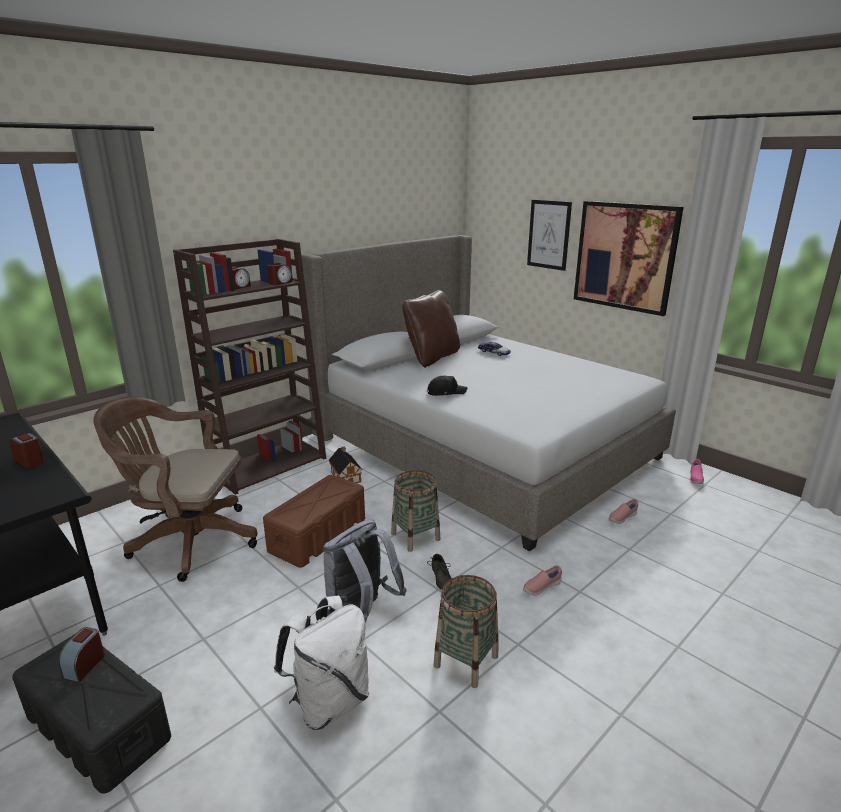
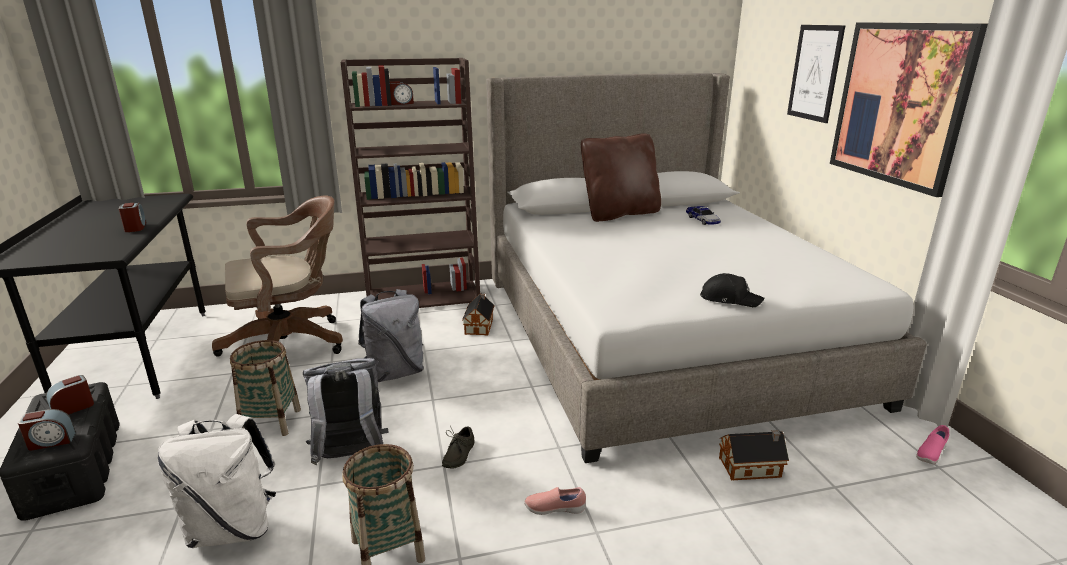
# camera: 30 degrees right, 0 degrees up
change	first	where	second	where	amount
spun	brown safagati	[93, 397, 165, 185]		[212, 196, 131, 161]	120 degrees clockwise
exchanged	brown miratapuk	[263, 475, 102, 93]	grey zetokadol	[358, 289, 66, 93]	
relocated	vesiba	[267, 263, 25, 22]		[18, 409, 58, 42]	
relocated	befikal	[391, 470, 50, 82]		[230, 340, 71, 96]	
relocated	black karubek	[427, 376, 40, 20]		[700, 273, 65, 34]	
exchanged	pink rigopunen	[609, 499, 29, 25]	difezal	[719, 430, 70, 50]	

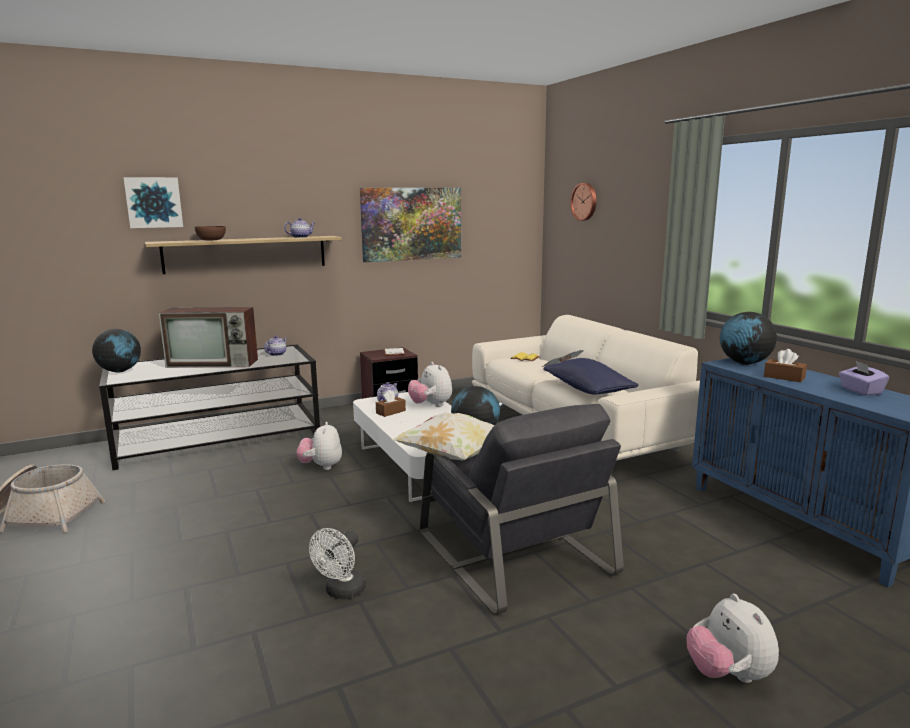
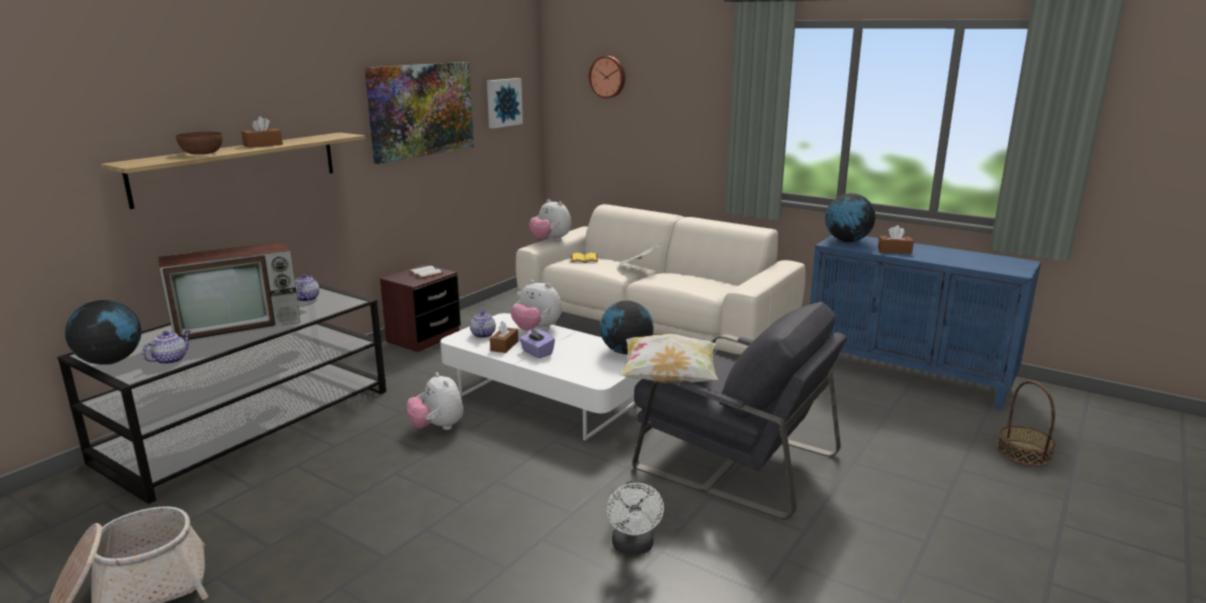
# camera: 30 degrees left, 5 degrees up
change	first	where	second	where	amount
relocated	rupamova	[123, 177, 60, 51]		[487, 78, 36, 51]	
relocated	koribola	[284, 218, 31, 20]		[142, 330, 49, 34]	
missing	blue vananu	[543, 358, 96, 36]			
relocated	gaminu	[686, 594, 93, 89]		[529, 199, 42, 42]	
relocated	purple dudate	[839, 361, 50, 35]		[519, 328, 36, 30]	
appeared			brown dudate	[241, 116, 42, 32]	
appeared			befikal	[997, 381, 58, 85]	

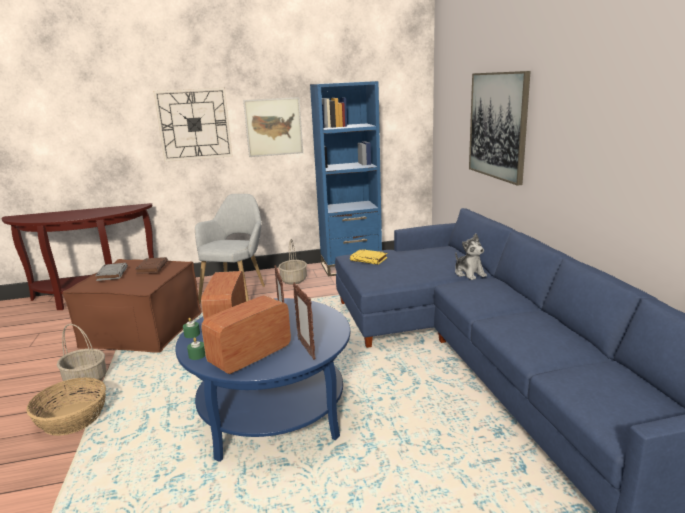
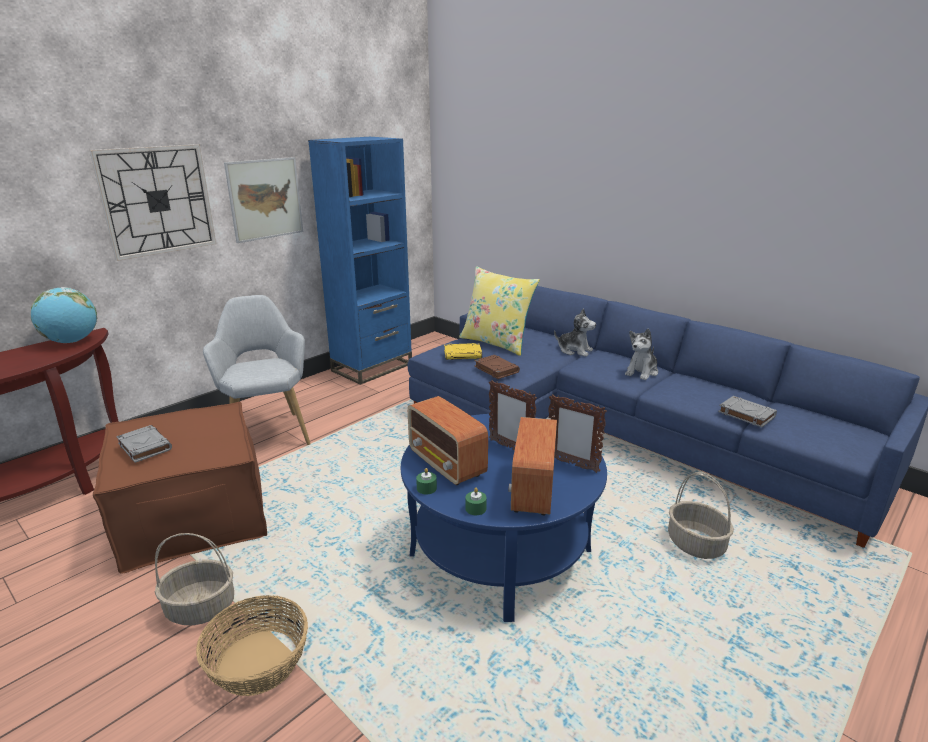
# camera: 35 degrees left, 5 degrees up
change	first	where	second	where	amount
relocated	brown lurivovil	[135, 257, 33, 17]		[475, 355, 45, 24]	
relocated	befikal	[279, 239, 28, 46]		[668, 472, 66, 87]	
missing	rupamova	[469, 71, 62, 115]			
appeared			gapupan	[31, 287, 66, 56]	
appeared			yellow vananu	[459, 266, 81, 90]	
appeared			gaminu	[625, 328, 33, 52]	
appeared			grey lurivovil	[718, 396, 59, 31]	

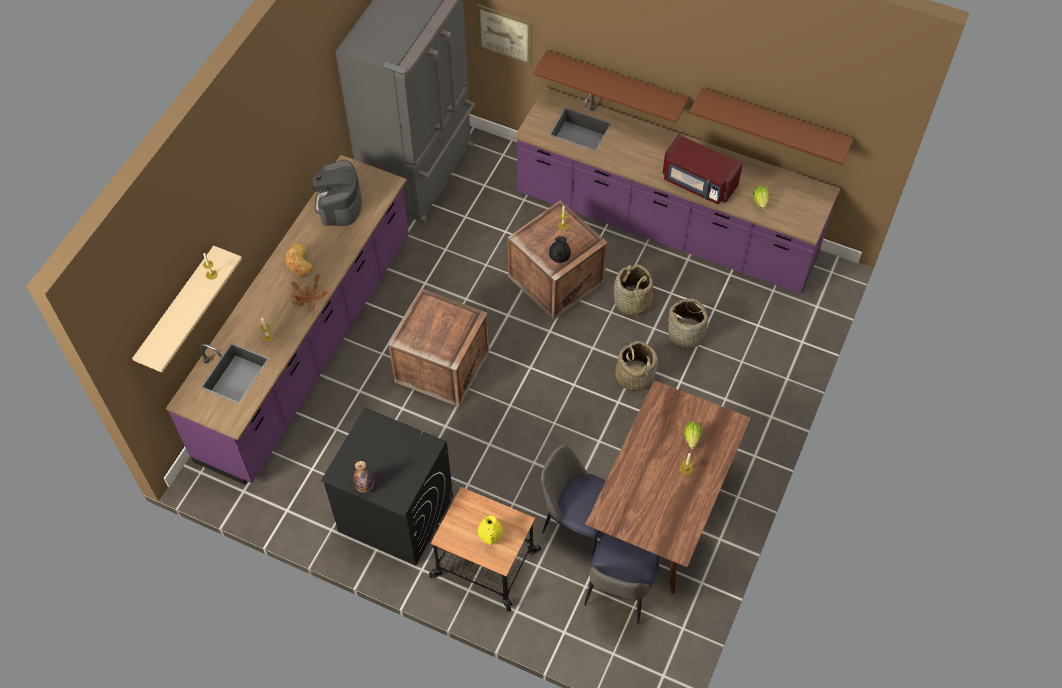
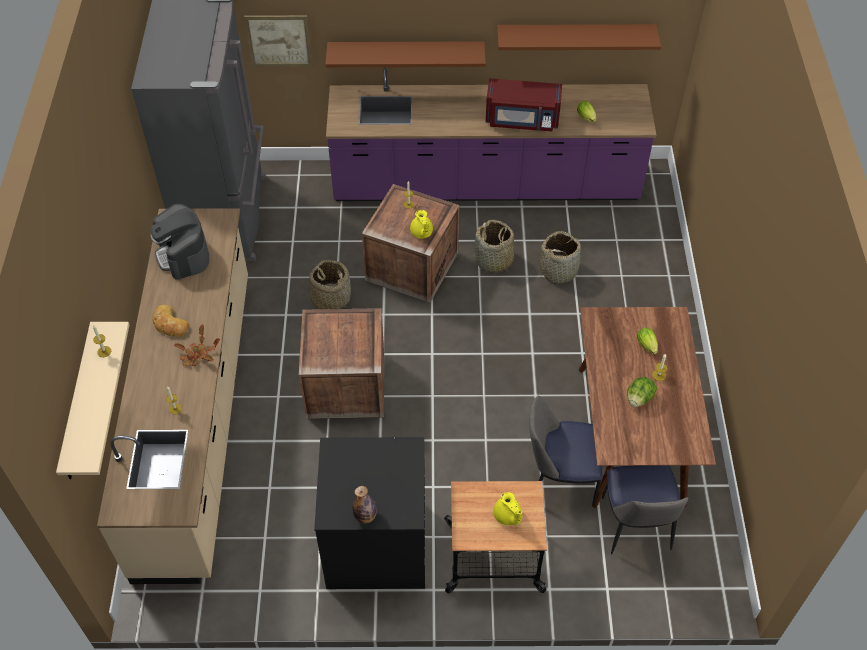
# camera: 25 degrees left, 5 degrees down
change	first	where	second	where	amount
colour	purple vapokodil	[166, 155, 243, 330]	beige vapokodil	[97, 208, 151, 376]	
colour	black koribola	[549, 236, 22, 27]	yellow koribola	[410, 210, 23, 29]	
relocated	befikal	[615, 341, 43, 51]		[309, 260, 42, 49]	
appeared			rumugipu	[627, 377, 30, 30]	

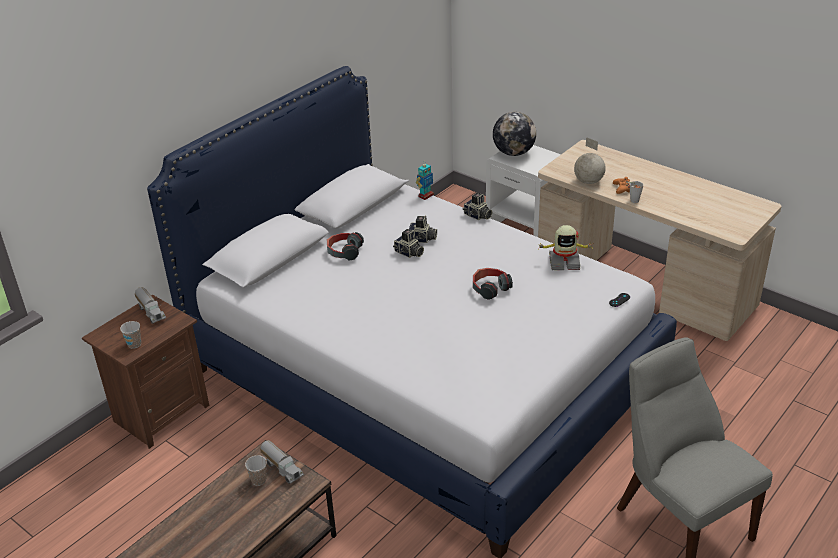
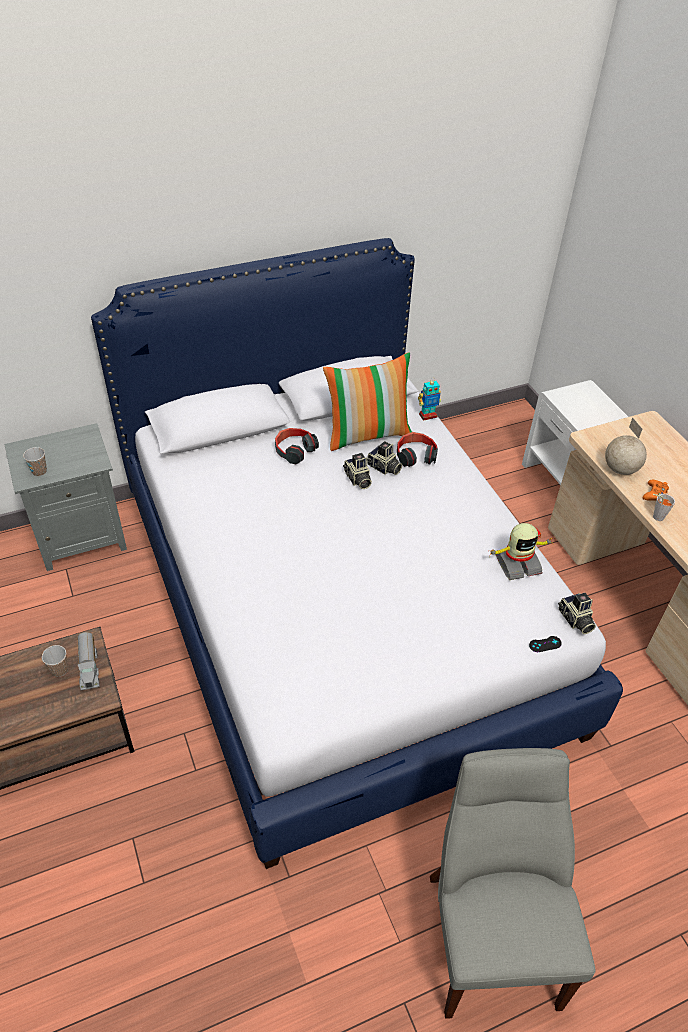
# camera: 25 degrees right, 10 degrees up
change	first	where	second	where	amount
colour	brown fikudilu	[82, 295, 127, 154]	grey fikudilu	[4, 423, 123, 148]	
missing	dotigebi	[135, 287, 31, 37]			
relocated	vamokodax	[463, 193, 29, 27]		[558, 593, 38, 41]	
relocated	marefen	[473, 268, 40, 32]		[397, 432, 41, 35]	
missing	gapupan	[493, 112, 43, 44]			
spun	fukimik	[537, 225, 56, 45]		[489, 523, 65, 57]	45 degrees counterclockwise
appeared			vananu	[323, 352, 89, 99]	

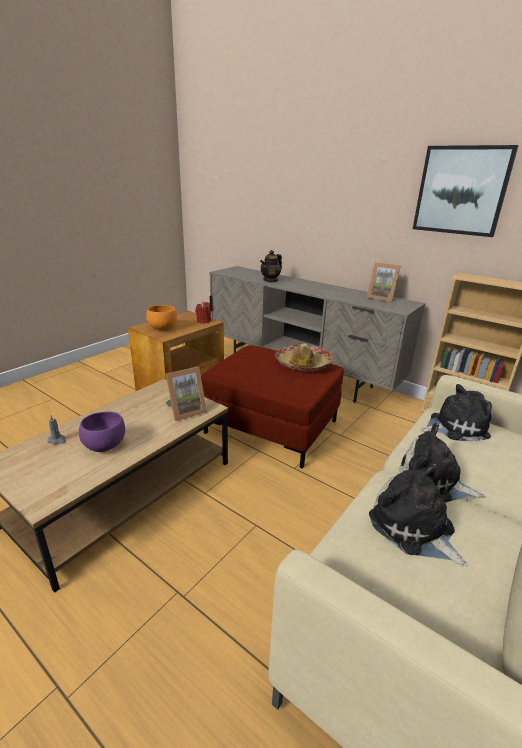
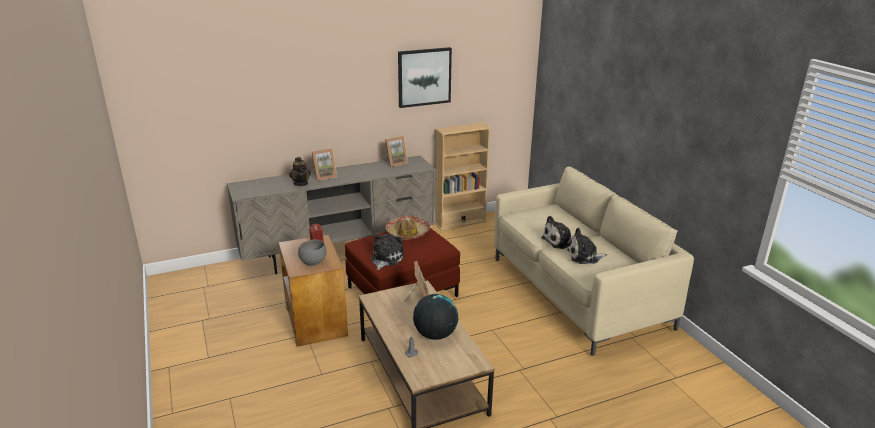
# camera: 60 degrees left, 0 degrees up
change	first	where	second	where	amount
exchanged	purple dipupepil	[79, 412, 46, 40]	gapupan	[413, 294, 45, 46]	
colour	orange dipupepil	[146, 305, 31, 25]	grey dipupepil	[298, 240, 29, 26]	
relocated	gaminu	[421, 384, 71, 57]		[370, 234, 34, 36]	
appeared			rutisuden	[312, 148, 25, 33]	

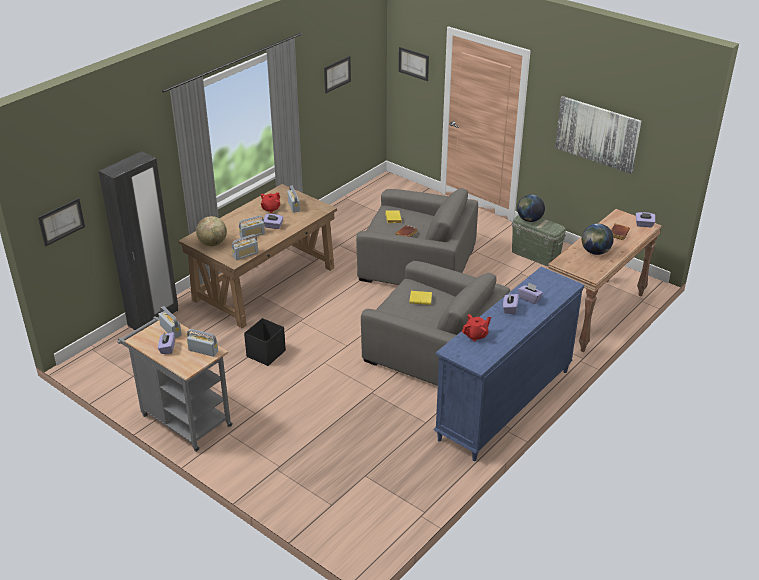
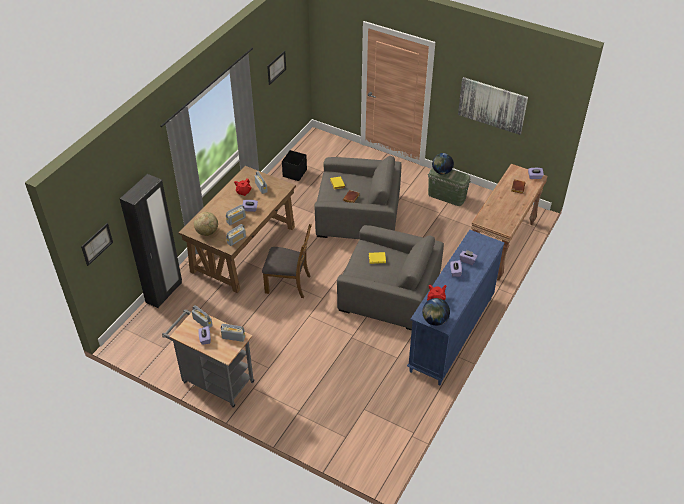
# camera: 10 degrees left, 10 degrees up
change	first	where	second	where	amount
relocated	black miratapuk	[244, 318, 42, 48]		[282, 150, 25, 31]	
missing	rupamova	[399, 47, 30, 34]			
relocated	gapupan	[582, 224, 32, 31]		[422, 298, 28, 28]	
appeared			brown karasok	[262, 224, 50, 74]	

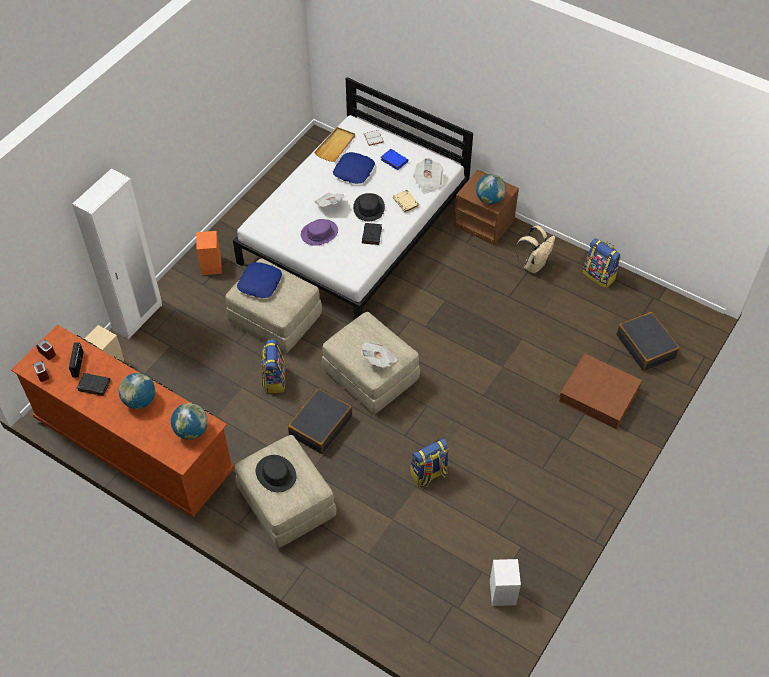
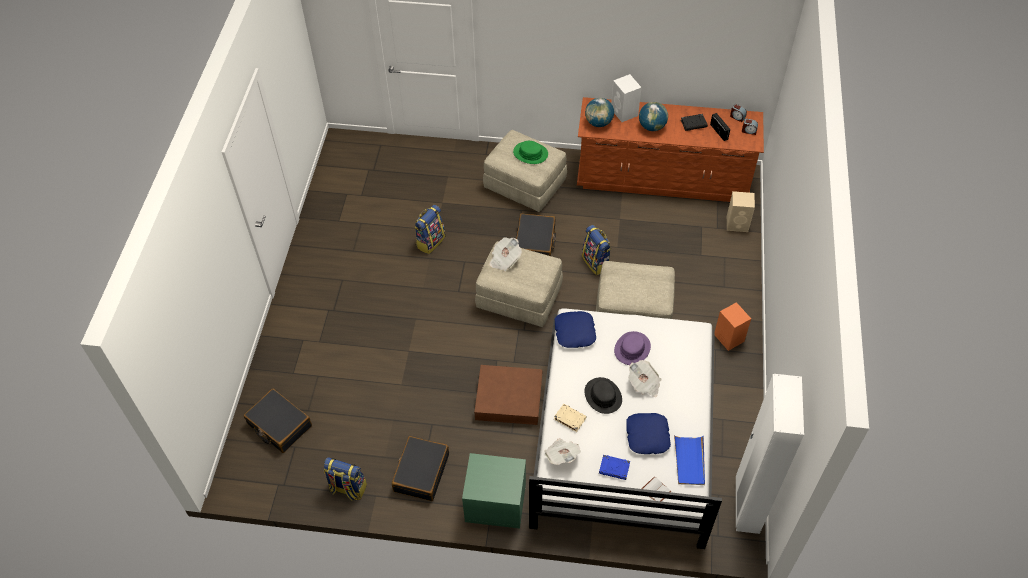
# camera: 155 degrees right, 0 degrees up
change	first	where	second	where	amount
relocated	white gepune	[72, 169, 90, 170]		[736, 374, 68, 160]	
relocated	blue vananu	[237, 262, 45, 36]		[555, 311, 41, 37]	
colour	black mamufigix	[256, 455, 41, 37]	green mamufigix	[513, 141, 35, 23]	
colour	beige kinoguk	[314, 127, 41, 35]	blue kinoguk	[674, 435, 31, 50]	
missing	black lurivovil	[362, 223, 20, 22]			
colour	brown fikudilu	[454, 169, 65, 76]	green fikudilu	[462, 453, 64, 76]	
missing	gapupan	[476, 174, 30, 30]			
relocated	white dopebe	[490, 559, 31, 47]		[611, 74, 31, 48]	
exchanged	beige zetokadol	[515, 225, 40, 49]	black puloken	[392, 436, 57, 65]	
relocated	brown miratapuk	[559, 354, 83, 75]		[474, 365, 69, 60]	

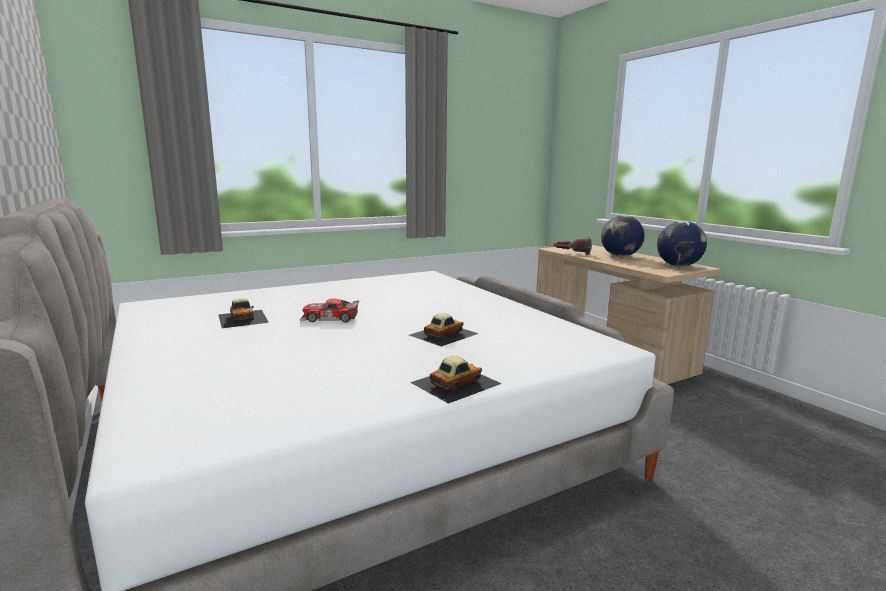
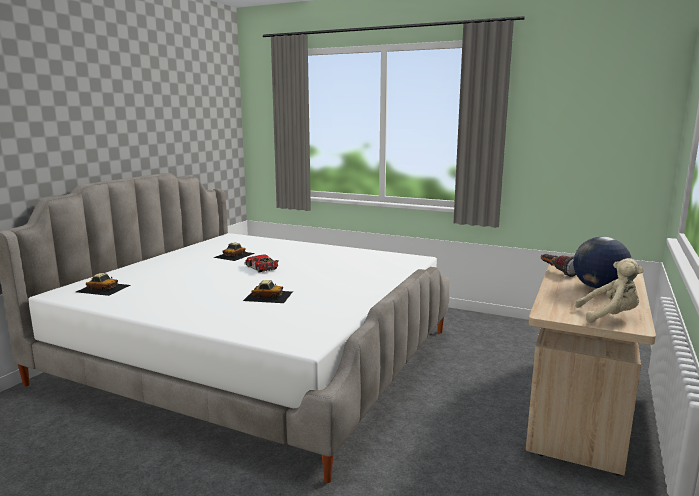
# camera: 55 degrees right, 0 degrees up
change	first	where	second	where	amount
relocated	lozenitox	[410, 356, 92, 48]		[76, 273, 55, 23]	
exchanged	gapupan	[657, 221, 50, 46]	beige gaminu	[575, 258, 69, 65]	

